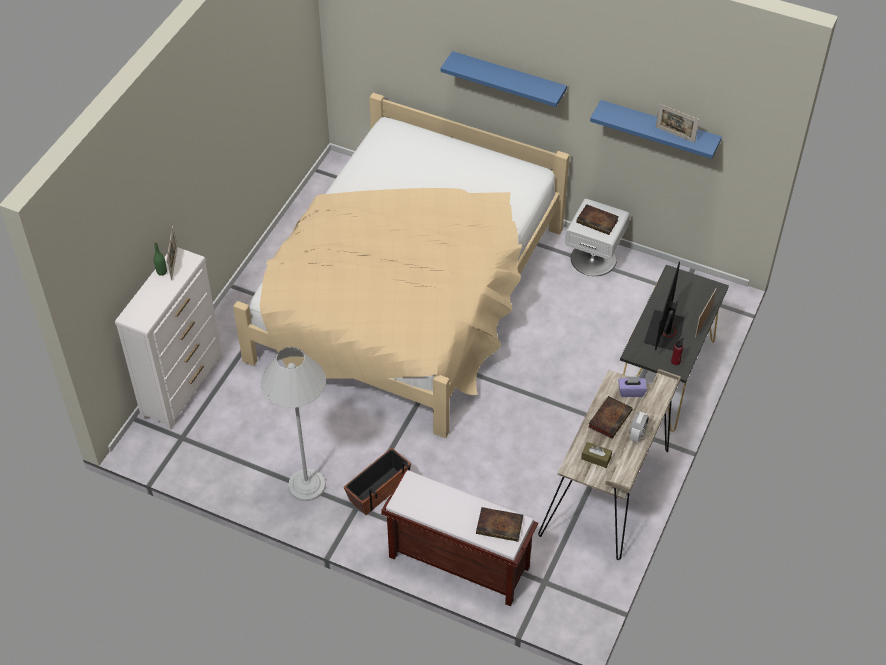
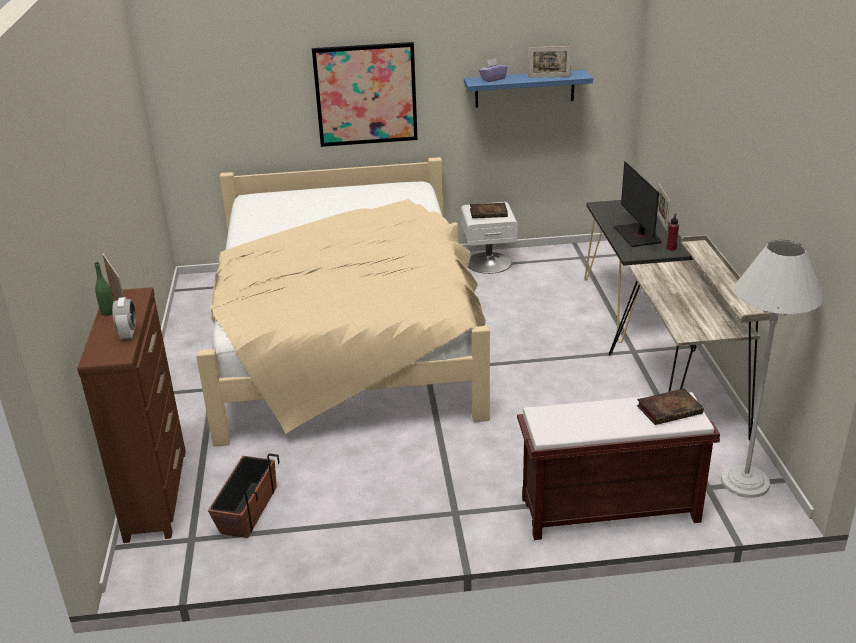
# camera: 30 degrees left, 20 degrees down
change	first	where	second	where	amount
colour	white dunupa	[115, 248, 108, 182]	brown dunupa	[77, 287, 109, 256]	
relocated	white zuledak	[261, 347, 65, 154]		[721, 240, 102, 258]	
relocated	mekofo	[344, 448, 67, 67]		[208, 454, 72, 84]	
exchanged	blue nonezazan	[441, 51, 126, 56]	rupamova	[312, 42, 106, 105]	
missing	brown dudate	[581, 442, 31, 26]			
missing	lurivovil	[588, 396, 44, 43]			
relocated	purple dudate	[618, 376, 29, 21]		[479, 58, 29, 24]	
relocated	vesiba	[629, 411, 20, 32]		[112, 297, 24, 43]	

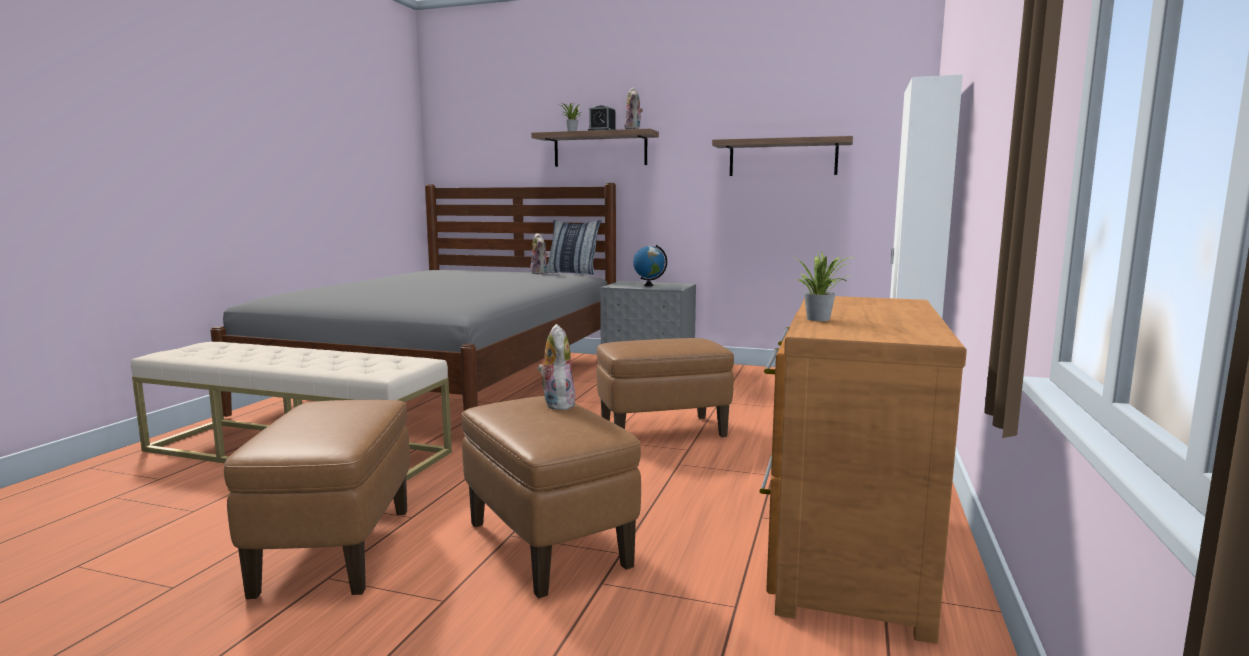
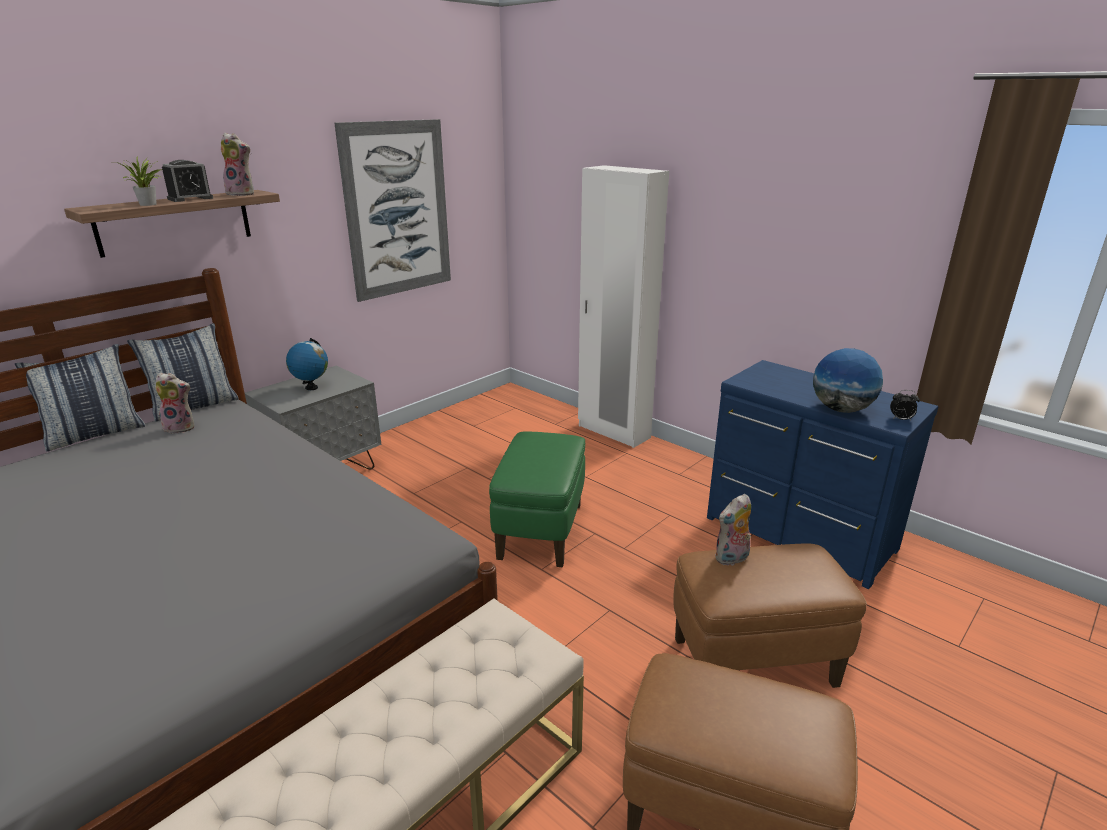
# camera: 65 degrees left, 15 degrees up
change	first	where	second	where	amount
spun	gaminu	[538, 324, 38, 86]		[715, 494, 36, 72]	45 degrees counterclockwise
colour	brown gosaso	[597, 338, 137, 99]	green gosaso	[489, 431, 96, 137]	
exchanged	nonezazan	[712, 136, 141, 40]	rupamova	[334, 119, 117, 183]	
colour	brown dunupa	[759, 296, 208, 348]	blue dunupa	[707, 360, 231, 229]	
exchanged	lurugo	[796, 252, 60, 69]	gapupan	[813, 348, 70, 65]	
appeared			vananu	[15, 344, 130, 108]	
appeared			vesiba	[890, 390, 30, 31]	

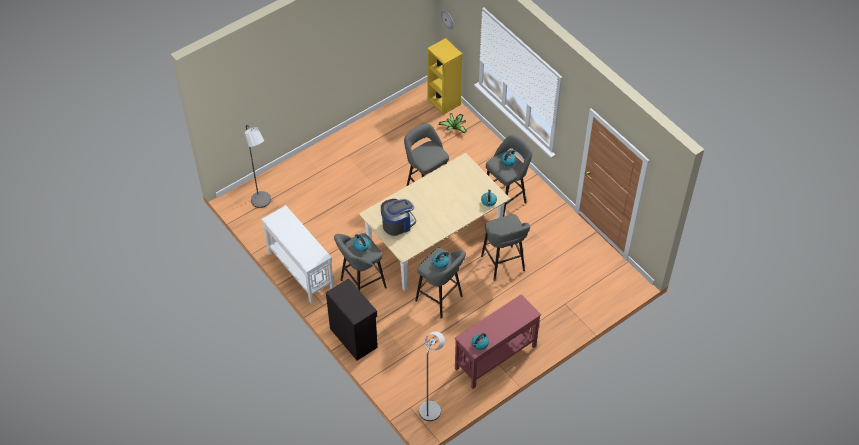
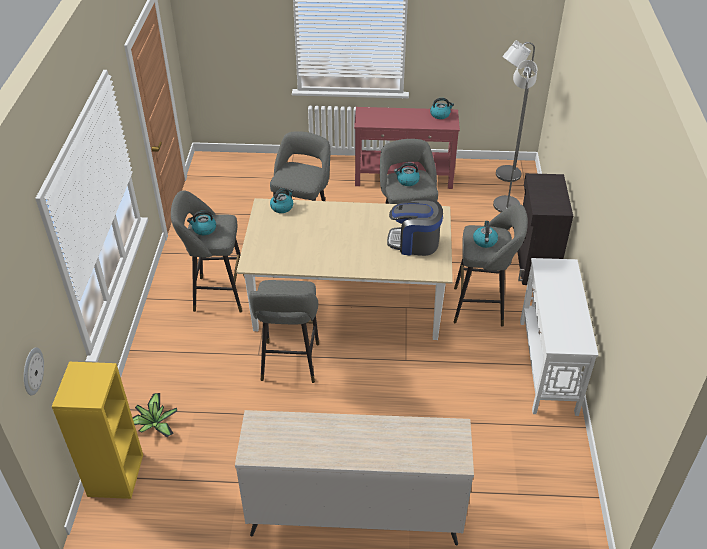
# camera: 140 degrees left, 10 degrees down
change	first	where	second	where	amount
relocated	grey zuledak	[244, 125, 27, 83]		[493, 60, 44, 152]	
appeared			beige dunupa	[235, 410, 239, 135]	

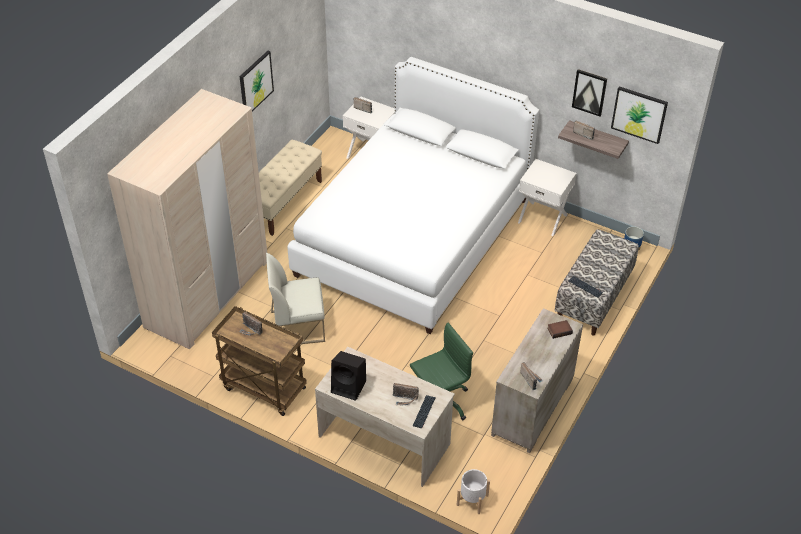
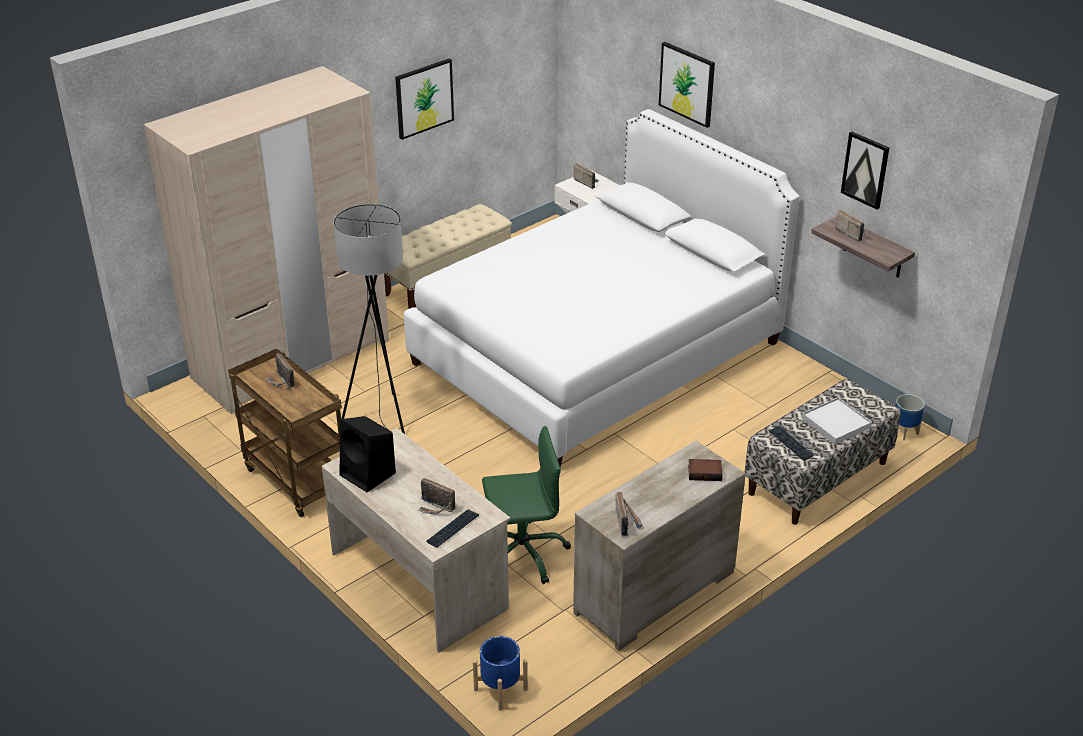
# camera: 20 degrees right, 10 degrees down
change	first	where	second	where	amount
exchanged	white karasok	[266, 253, 59, 91]	grey zuledak	[334, 204, 71, 230]	
colour	white mekofo	[457, 469, 33, 45]	blue mekofo	[473, 636, 55, 75]	
missing	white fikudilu	[518, 159, 58, 77]			
relocated	rupamova	[611, 86, 57, 58]		[659, 42, 56, 86]	
appeared			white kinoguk	[802, 397, 70, 47]	

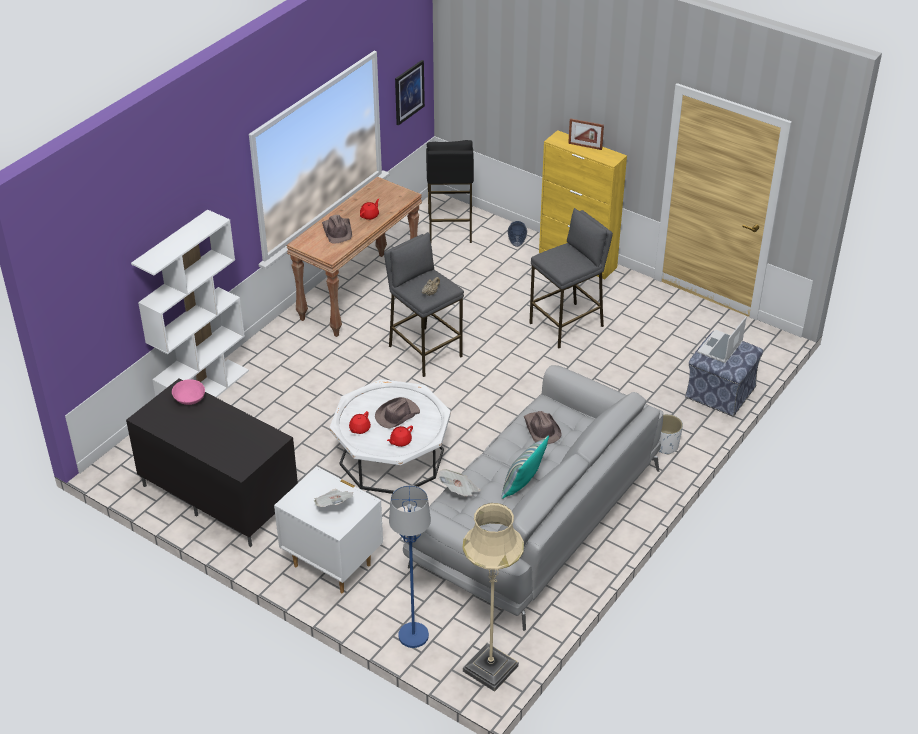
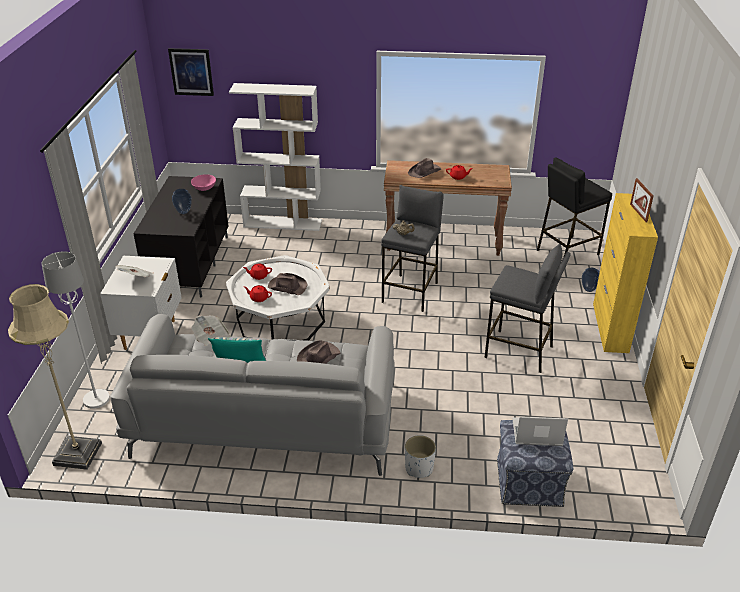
# camera: 60 degrees right, 5 degrees down
change	first	where	second	where	amount
colour	blue zuledak	[389, 485, 42, 163]	white zuledak	[42, 251, 68, 158]	
relocated	rupamova	[395, 60, 30, 66]		[168, 48, 46, 48]	
appeared			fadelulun	[172, 189, 20, 25]	

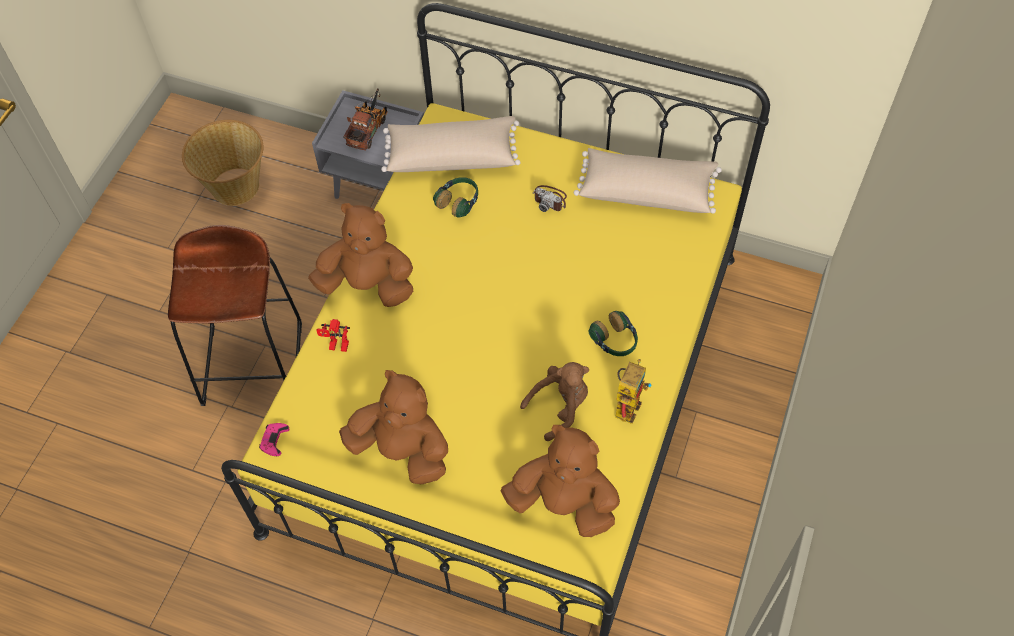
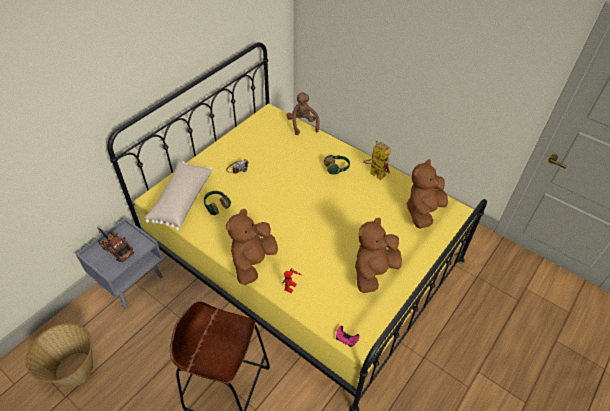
# camera: 75 degrees left, 10 degrees down
change	first	where	second	where	amount
relocated	brown gaminu	[520, 362, 69, 79]		[287, 92, 33, 43]	
missing	beige vananu	[574, 148, 148, 66]			

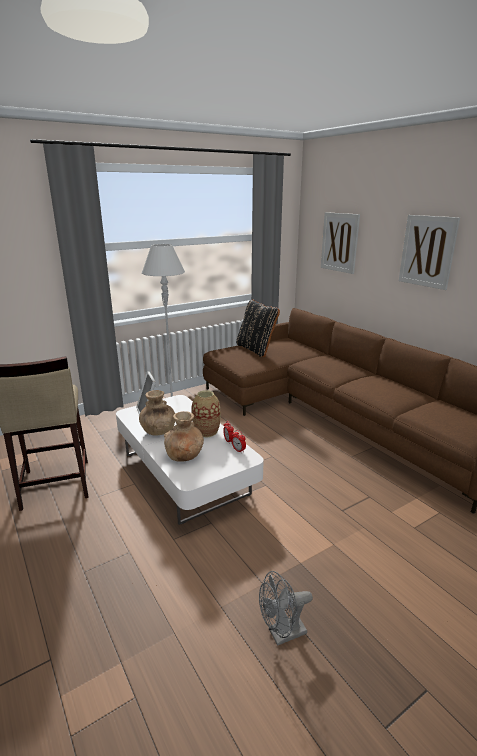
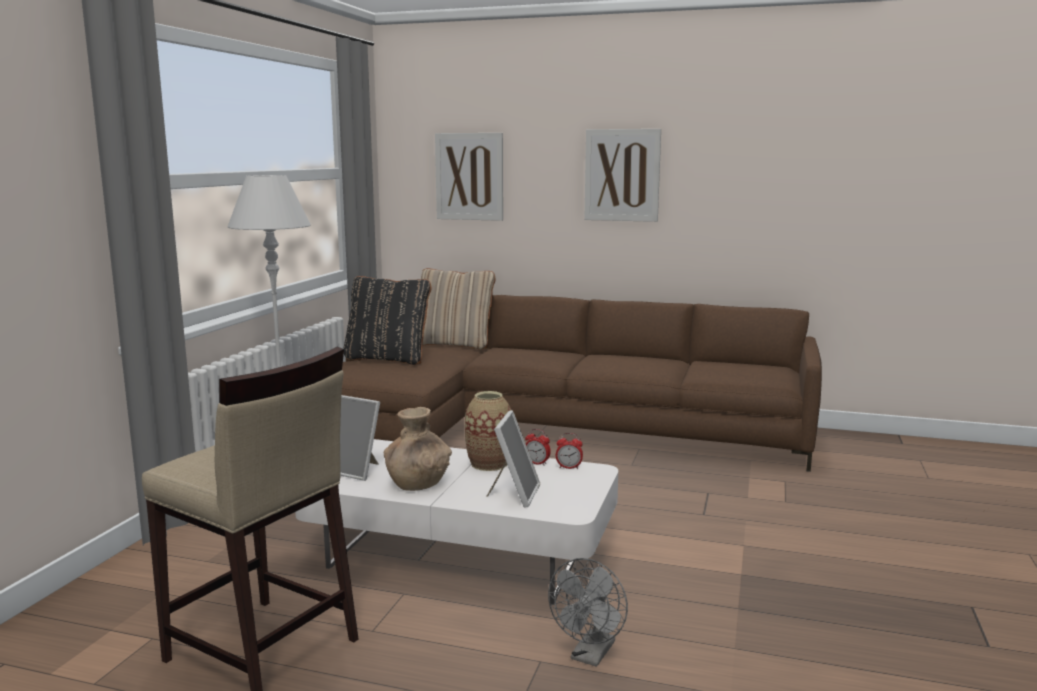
# camera: 40 degrees left, 10 degrees down
change	first	where	second	where	amount
exchanged	brown fadelulun	[164, 411, 40, 51]	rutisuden	[486, 410, 54, 98]	
relocated	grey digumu	[259, 571, 54, 75]		[548, 558, 80, 109]	
appeared			beige vananu	[421, 268, 75, 81]	

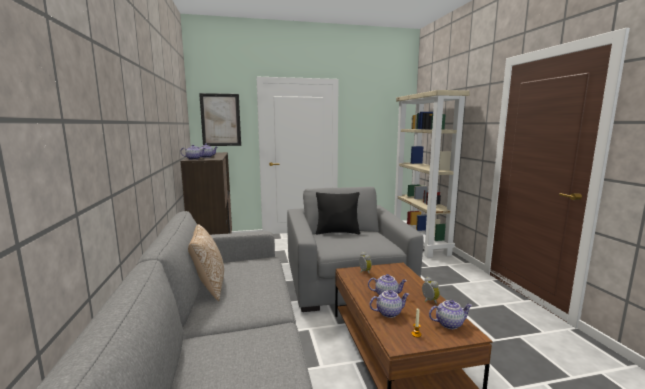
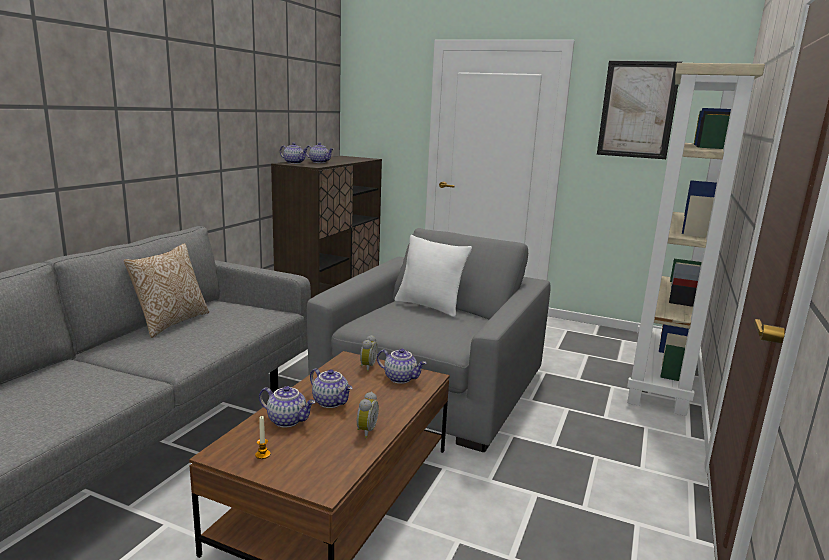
# camera: 35 degrees right, 5 degrees up
change	first	where	second	where	amount
relocated	rupamova	[199, 93, 42, 53]		[597, 61, 85, 98]	
colour	black vananu	[316, 192, 44, 43]	white vananu	[395, 235, 77, 82]	
relocated	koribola	[429, 300, 43, 29]		[377, 348, 49, 36]	

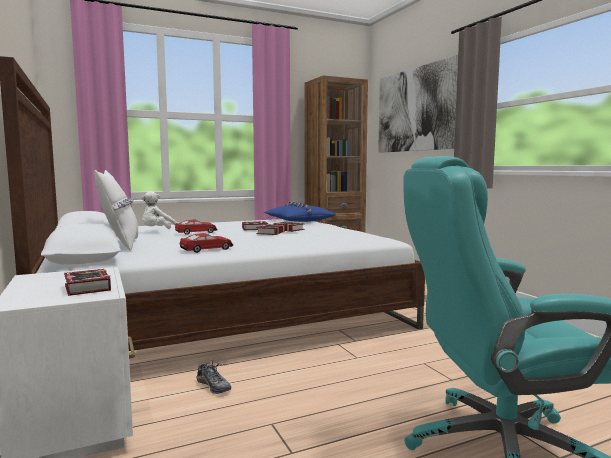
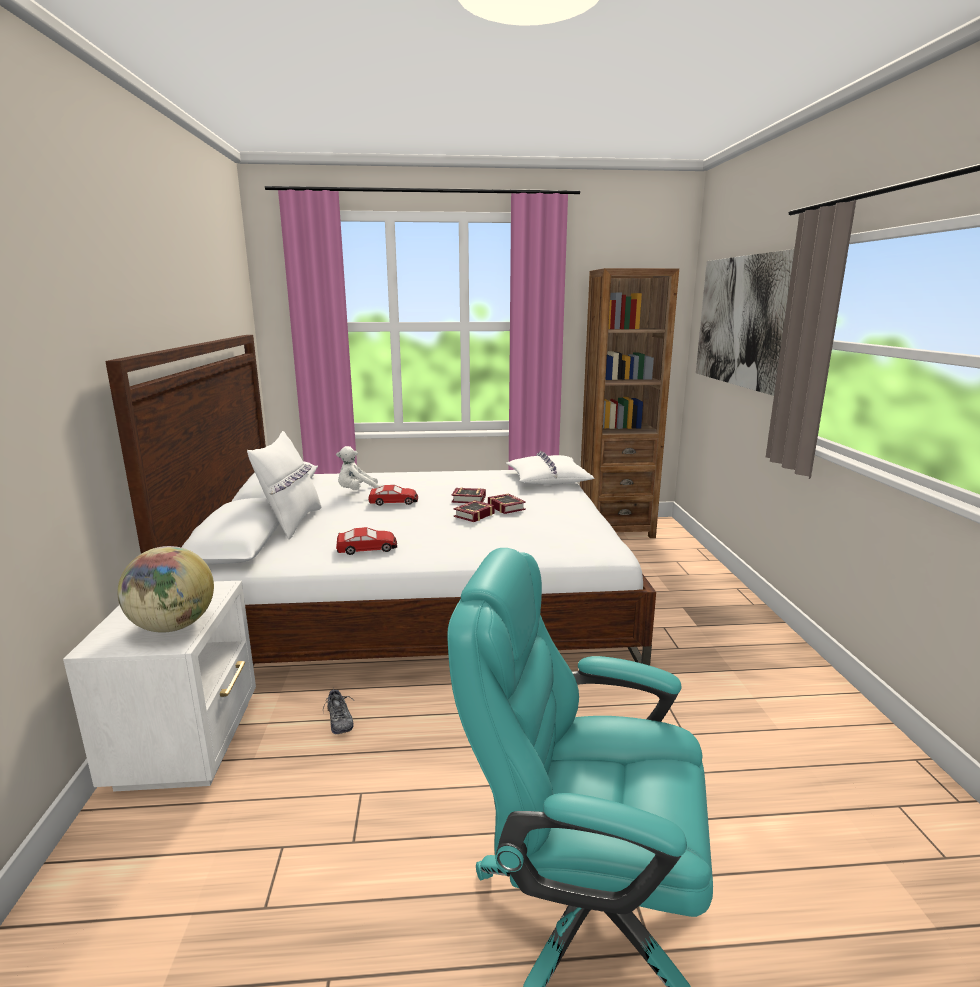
# camera: 20 degrees right, 10 degrees up
change	first	where	second	where	amount
exchanged	lurivovil	[64, 269, 47, 27]	gapupan	[118, 546, 96, 87]	
colour	blue vananu	[264, 202, 73, 20]	white vananu	[506, 451, 89, 34]	

